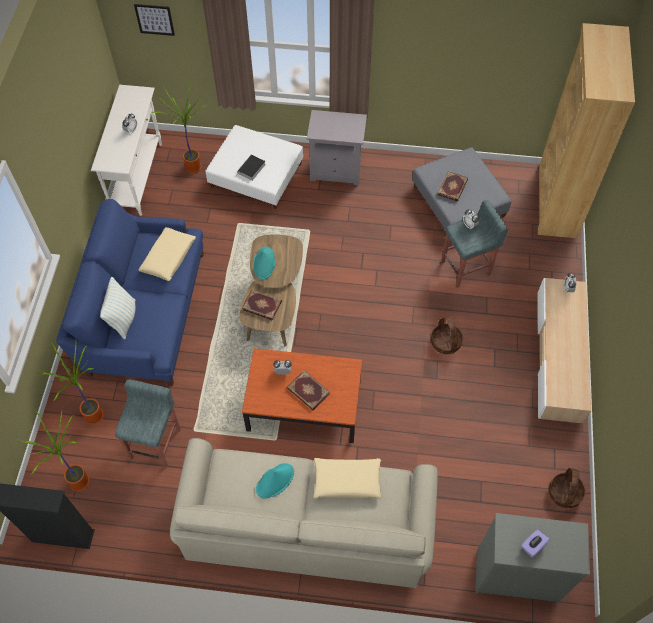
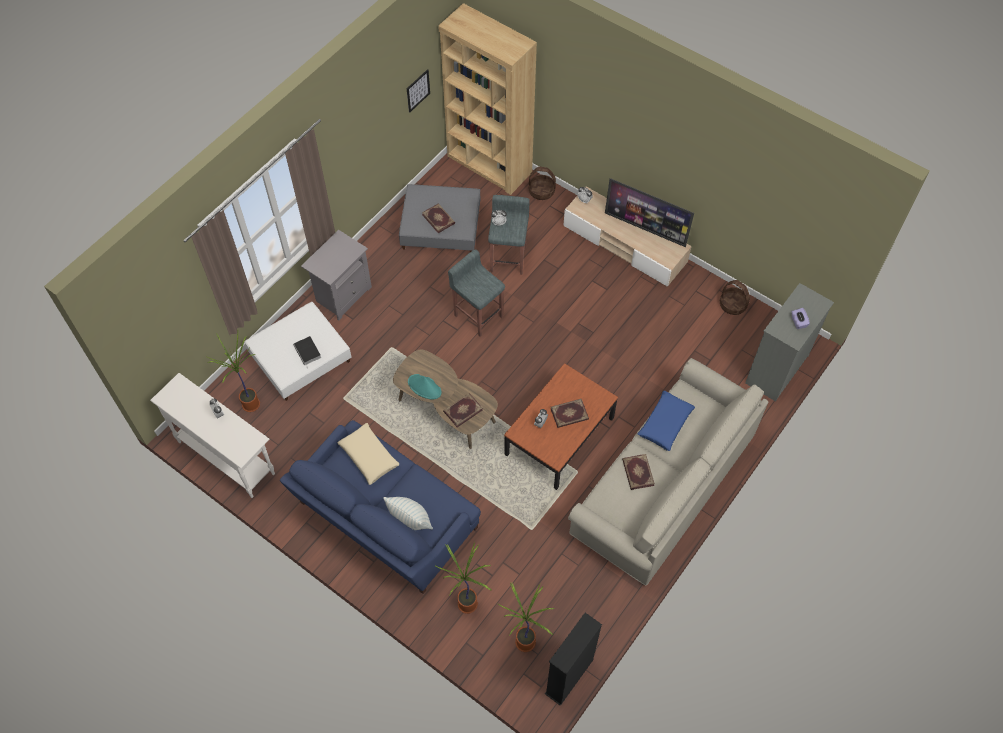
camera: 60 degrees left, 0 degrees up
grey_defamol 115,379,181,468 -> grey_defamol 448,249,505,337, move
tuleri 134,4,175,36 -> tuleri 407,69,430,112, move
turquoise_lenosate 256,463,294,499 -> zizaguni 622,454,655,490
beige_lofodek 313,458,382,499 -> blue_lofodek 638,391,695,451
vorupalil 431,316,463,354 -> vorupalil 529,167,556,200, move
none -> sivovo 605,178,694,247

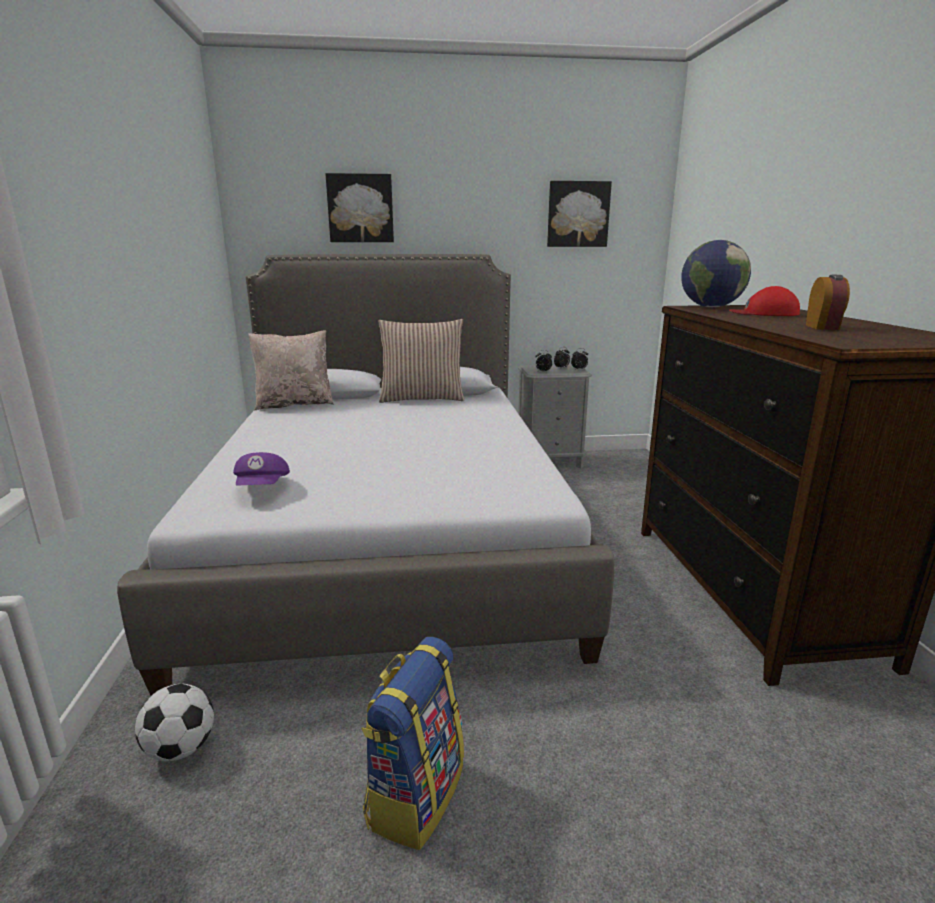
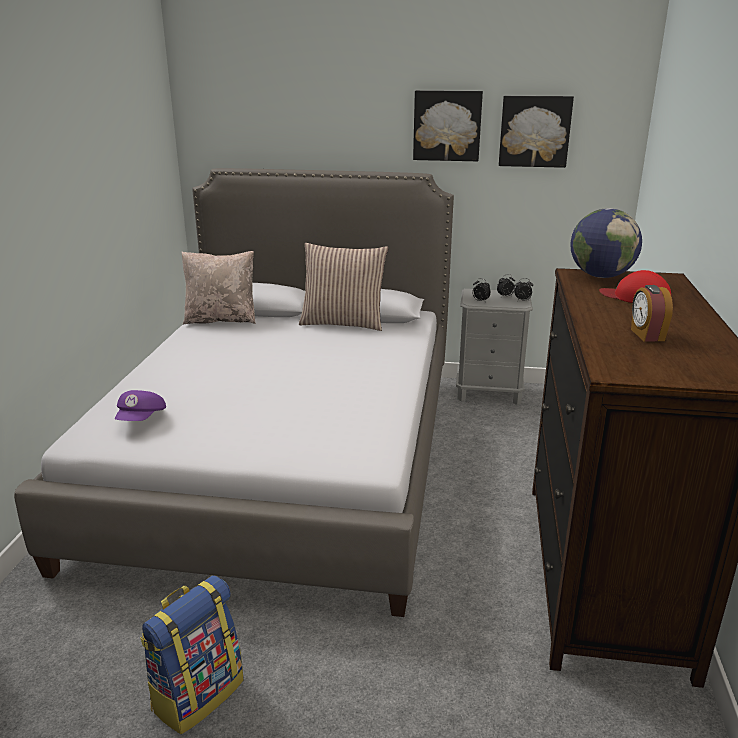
camera: 15 degrees right, 5 degrees up
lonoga 135,684,214,762 -> none
tuleri 326,173,394,242 -> tuleri 413,90,483,161, move
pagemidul 806,275,850,330 -> pagemidul 631,285,673,342, 150 degrees clockwise

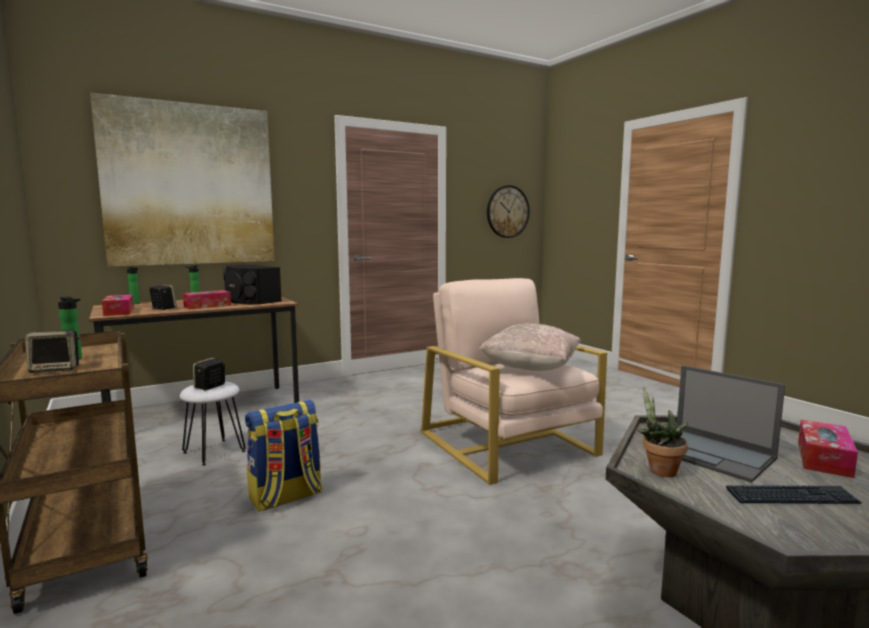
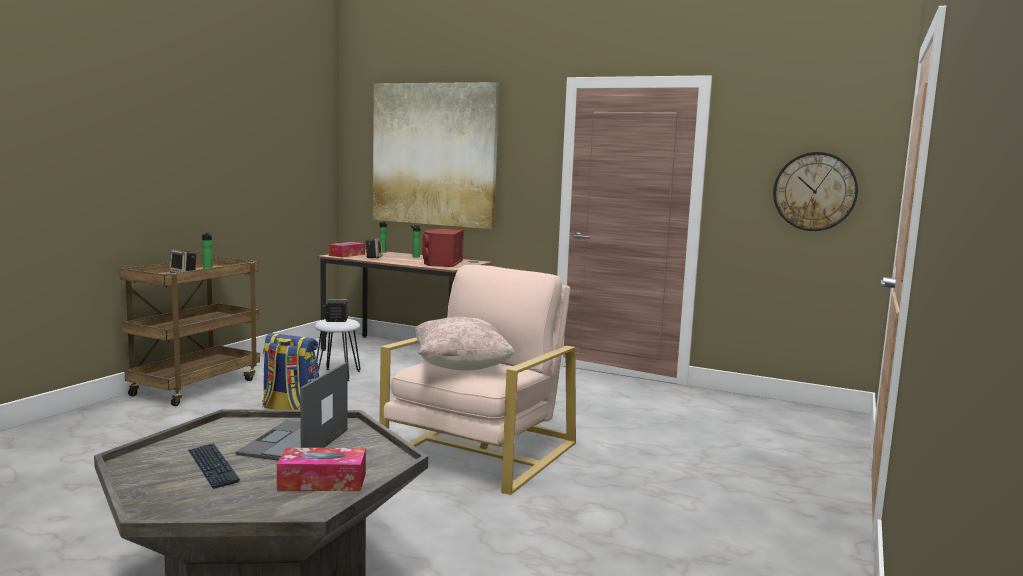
camera: 55 degrees right, 0 degrees up
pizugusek 183,290,231,309 -> none
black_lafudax 223,265,282,305 -> red_lafudax 422,229,464,267
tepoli 637,386,688,477 -> none

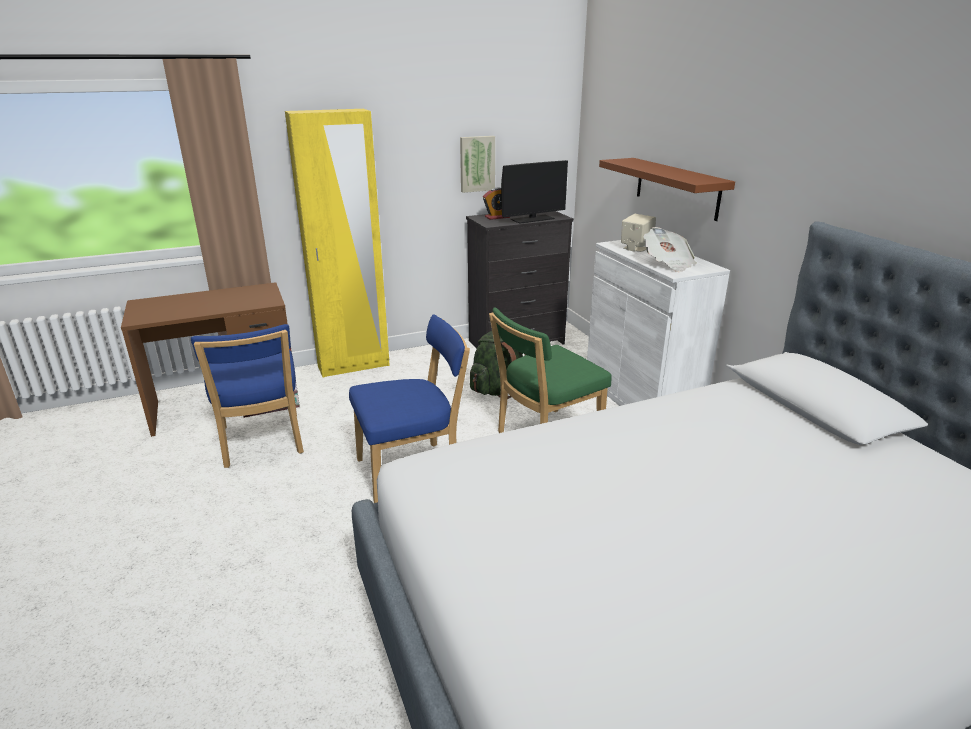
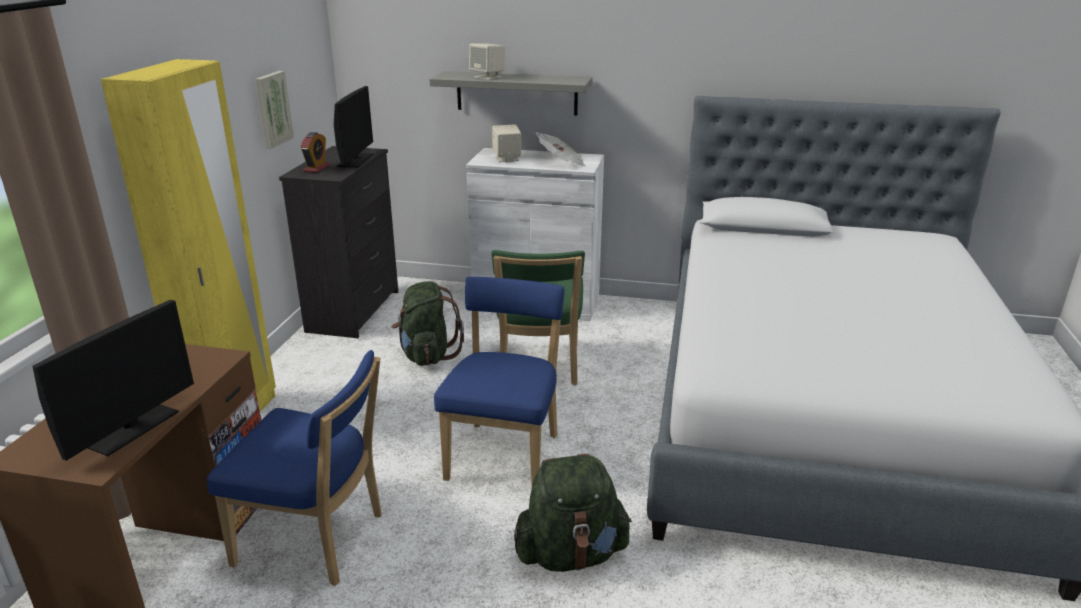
camera: 55 degrees left, 0 degrees up
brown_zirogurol 599,158,735,221 -> grey_zirogurol 429,71,593,115
none -> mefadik 33,300,194,461
none -> beige_lafudax 469,43,505,80
none -> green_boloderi 514,454,632,572

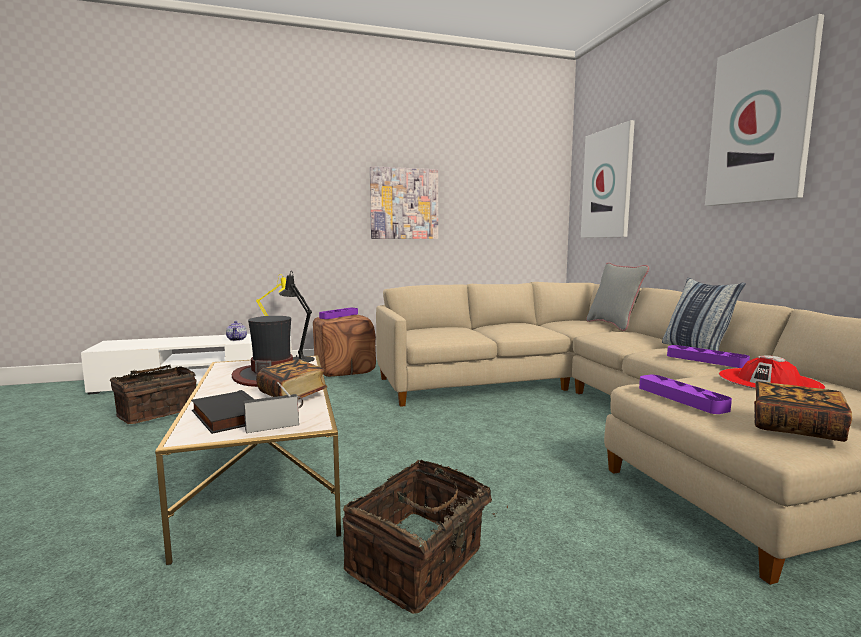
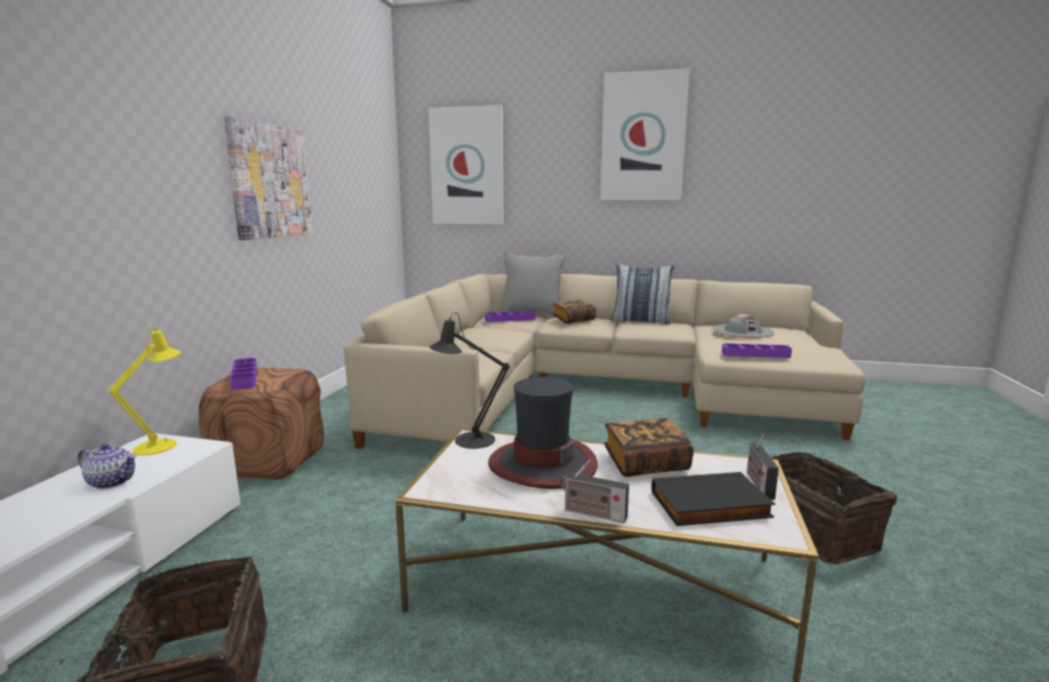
camera: 60 degrees left, 5 degrees up
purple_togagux 667,345,750,368 -> purple_togagux 485,311,536,322, move
red_lenosate 719,355,825,389 -> grey_lenosate 713,314,775,338
zizaguni 754,381,852,442 -> zizaguni 553,300,596,324, move
none -> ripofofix 560,460,629,523

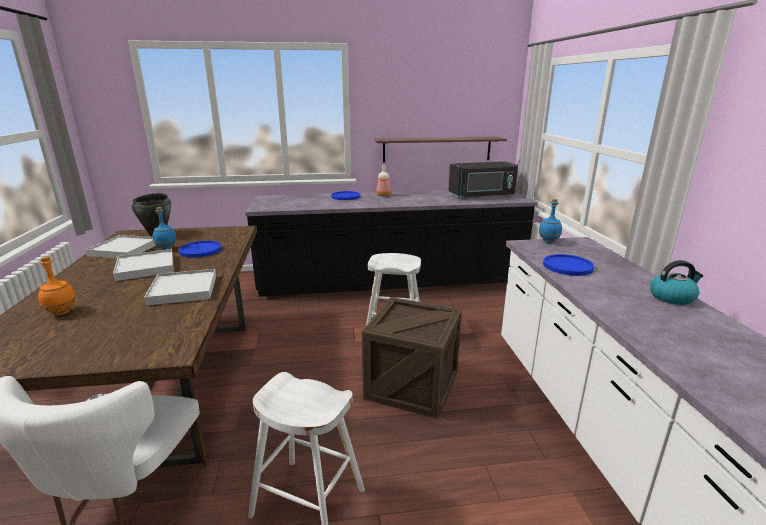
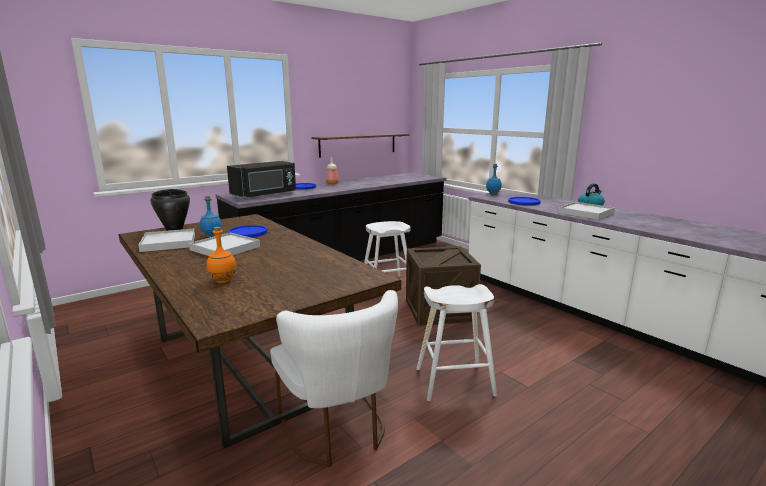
camera: 30 degrees left, 5 degrees down
white_togagux 144,269,216,306 -> white_togagux 558,202,615,220, move
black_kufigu 448,161,518,199 -> black_kufigu 227,161,296,199, move

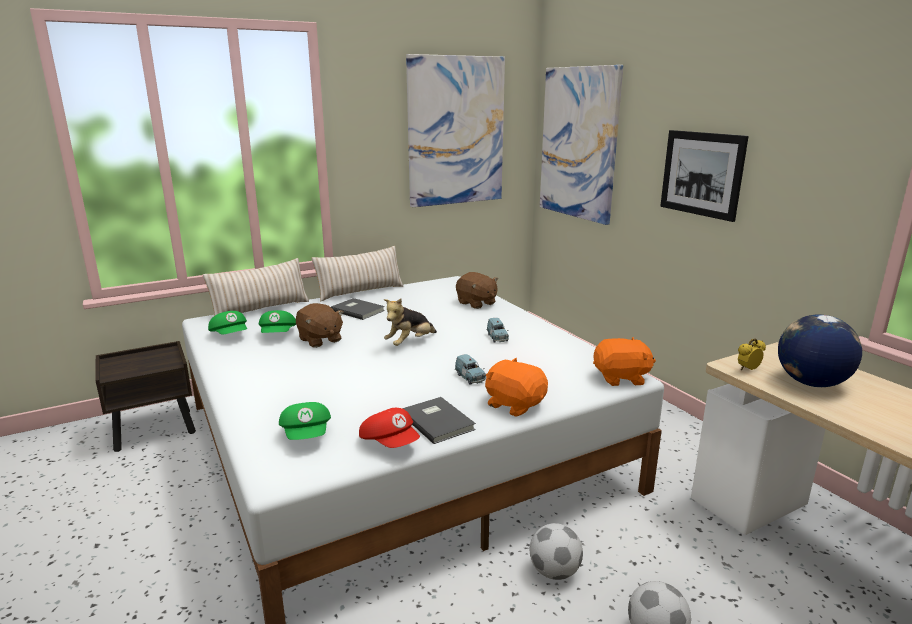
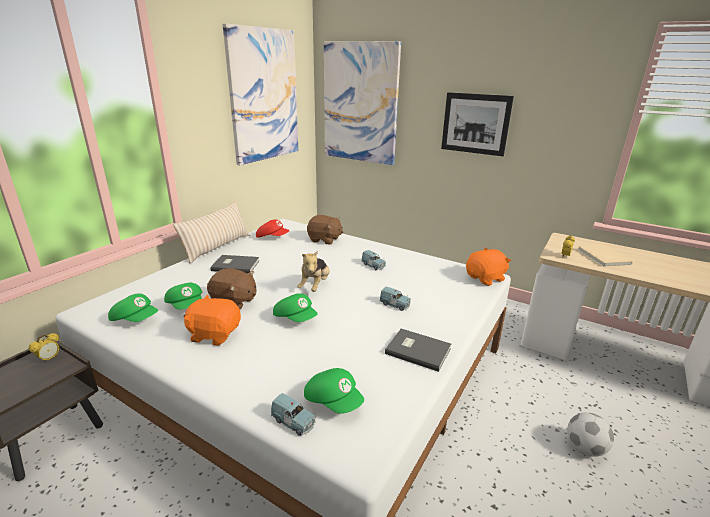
camera: 30 degrees left, 5 degrees up
beige_lofodek 202,258,309,316 -> none
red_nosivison 359,408,420,448 -> red_nosivison 256,220,290,238, move
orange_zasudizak 485,358,548,417 -> orange_zasudizak 184,295,241,346, move
lonoga 530,523,583,580 -> none
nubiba 778,314,862,387 -> beige_zizaguni 577,245,633,267
none -> pagemidul 28,333,59,363
none -> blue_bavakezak 271,393,316,436
none -> green_nosivison 273,293,318,322

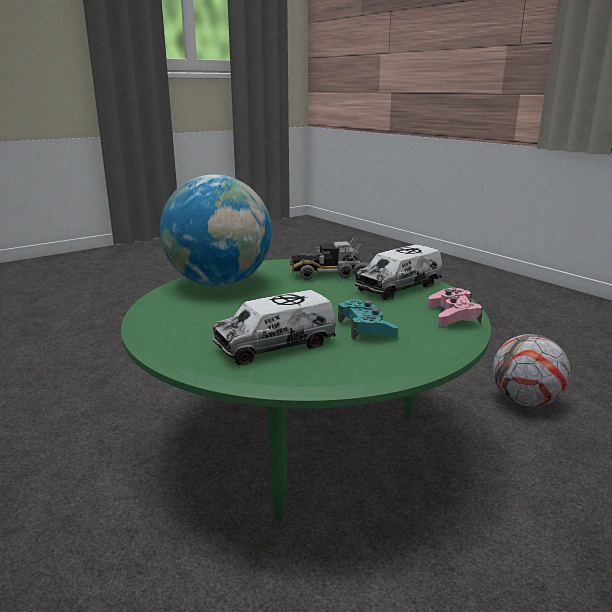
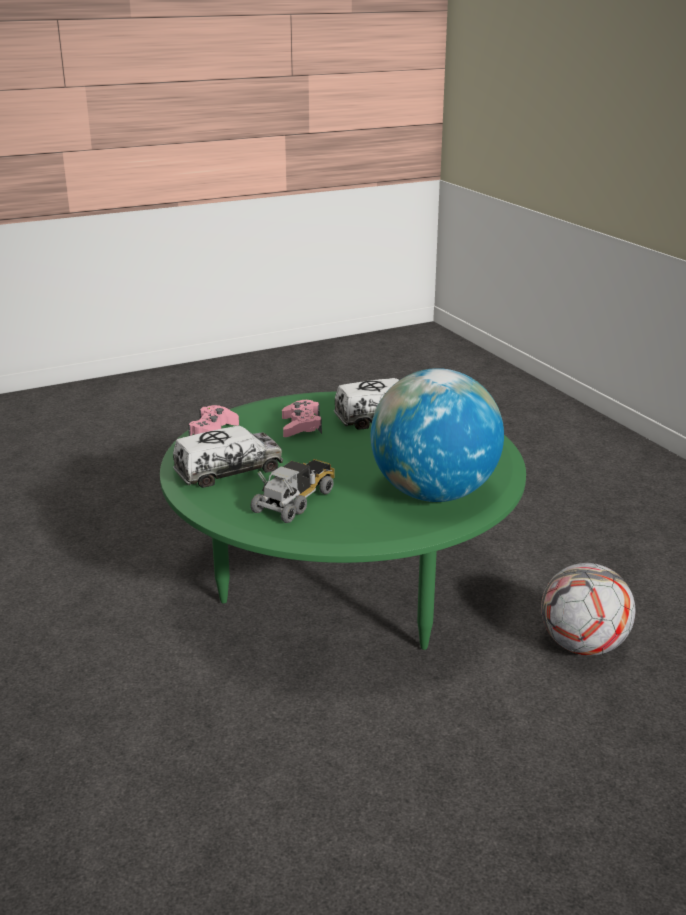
camera: 170 degrees left, 5 degrees up
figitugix 290,238,367,280 -> figitugix 250,459,334,523, 60 degrees counterclockwise
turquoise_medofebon 338,299,398,340 -> pink_medofebon 282,400,322,437
lonoga 493,334,570,407 -> lonoga 541,563,636,656, move

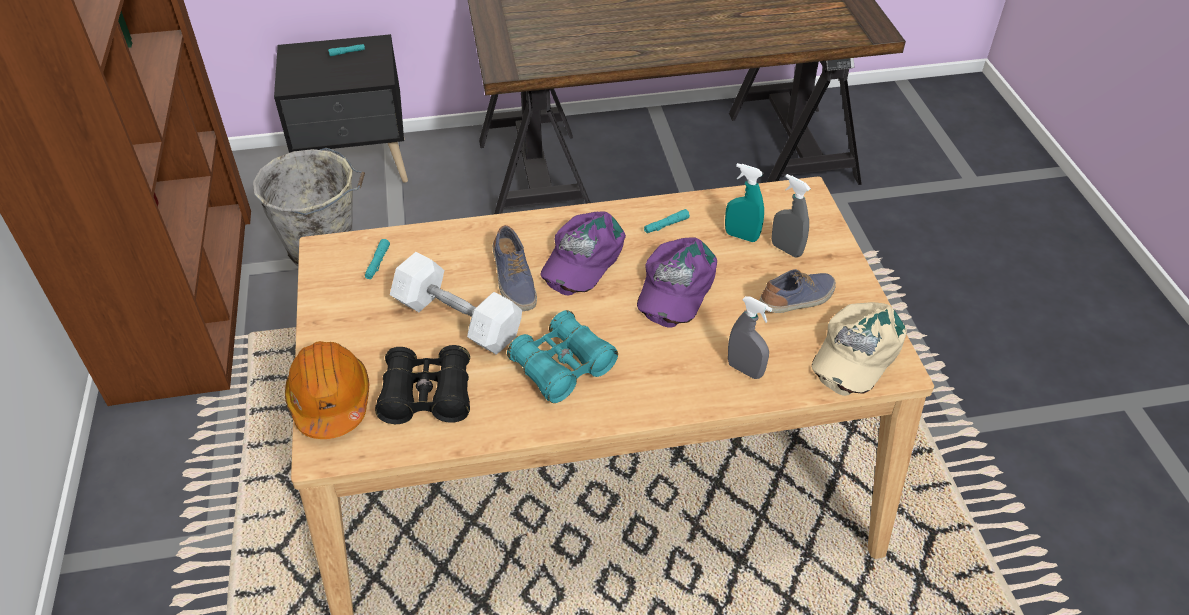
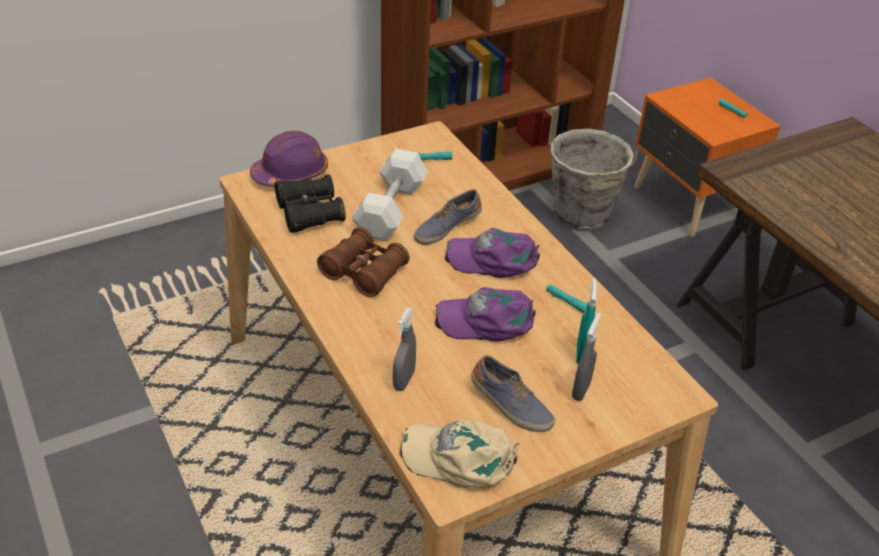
camera: 70 degrees right, 5 degrees down
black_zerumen 274,34,408,183 -> orange_zerumen 634,78,781,237
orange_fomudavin 285,341,369,439 -> purple_fomudavin 250,131,328,186
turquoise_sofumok 507,310,618,403 -> brown_sofumok 317,227,410,297

